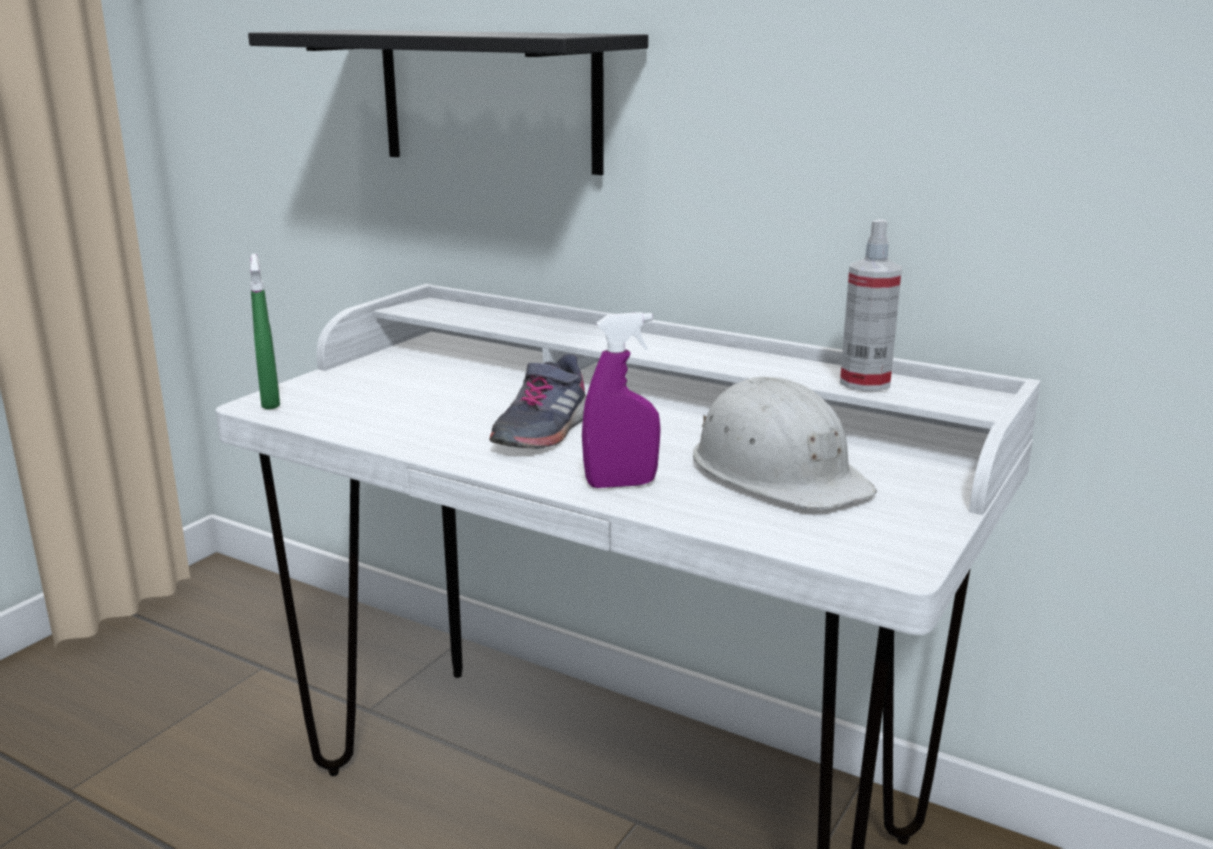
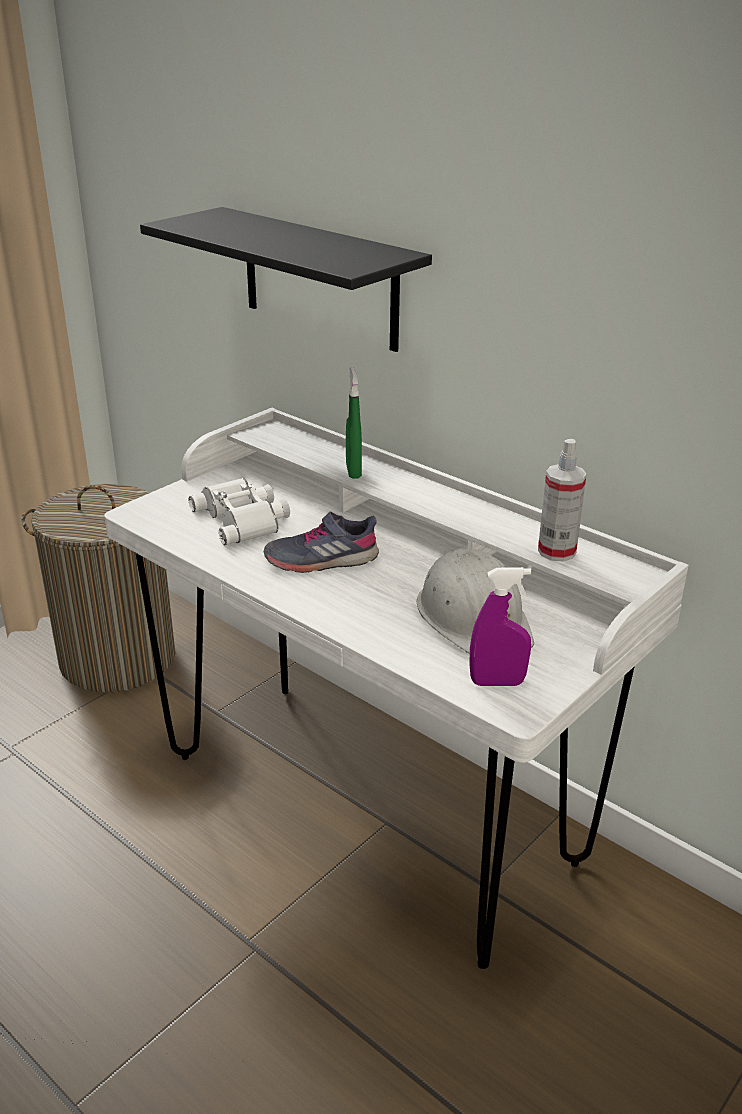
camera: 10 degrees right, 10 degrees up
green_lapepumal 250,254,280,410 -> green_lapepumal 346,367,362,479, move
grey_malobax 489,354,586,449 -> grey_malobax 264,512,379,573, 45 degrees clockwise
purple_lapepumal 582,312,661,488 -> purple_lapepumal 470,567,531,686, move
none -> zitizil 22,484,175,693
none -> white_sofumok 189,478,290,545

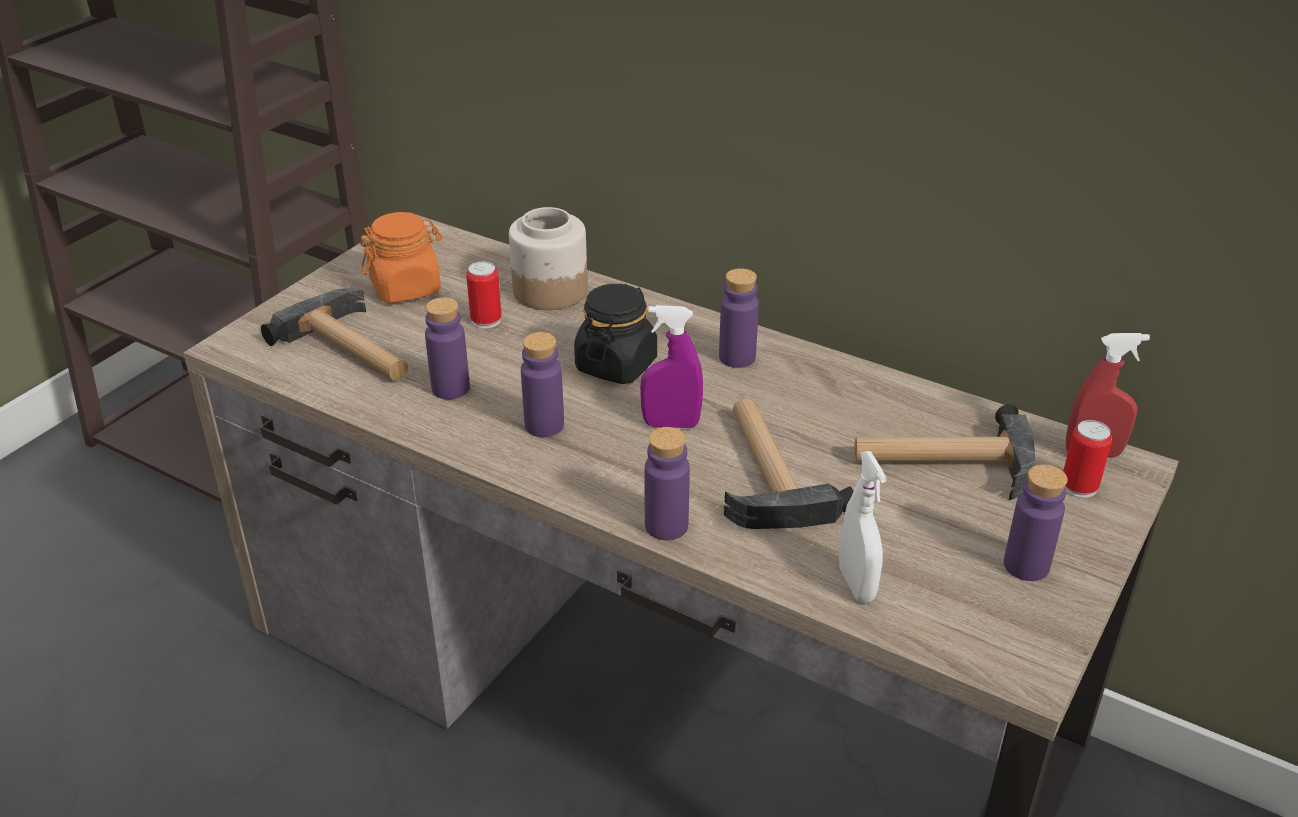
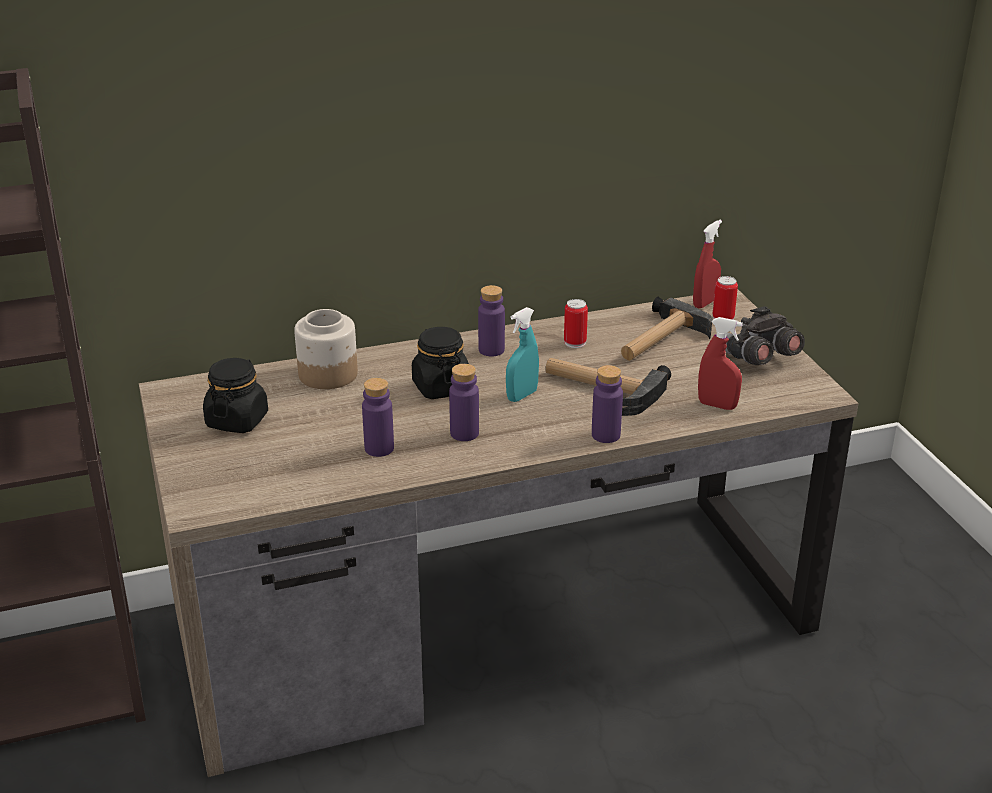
camera: 50 degrees left, 5 degrees down
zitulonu 261,288,408,381 -> none
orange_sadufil 360,212,443,303 -> black_sadufil 203,358,268,433
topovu 466,262,502,329 -> topovu 564,299,588,348, move
purple_lapepumal 640,305,703,428 -> turquoise_lapepumal 506,307,539,402
white_lapepumal 839,451,887,603 -> red_lapepumal 698,317,743,410
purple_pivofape 1004,465,1068,581 -> grey_sofumok 725,306,805,365

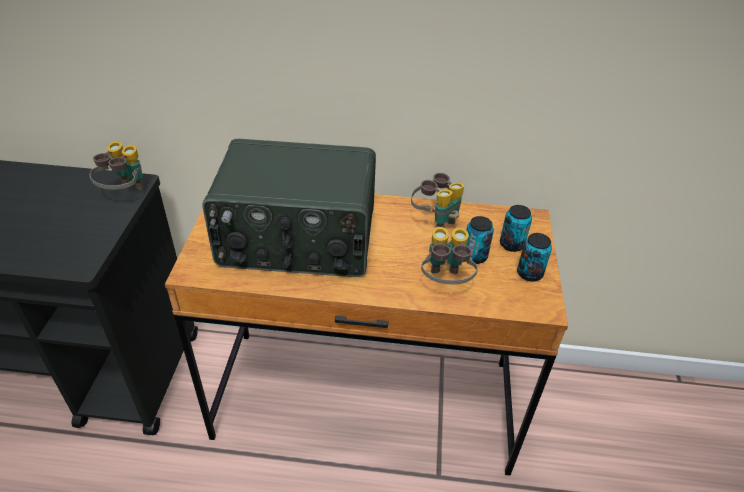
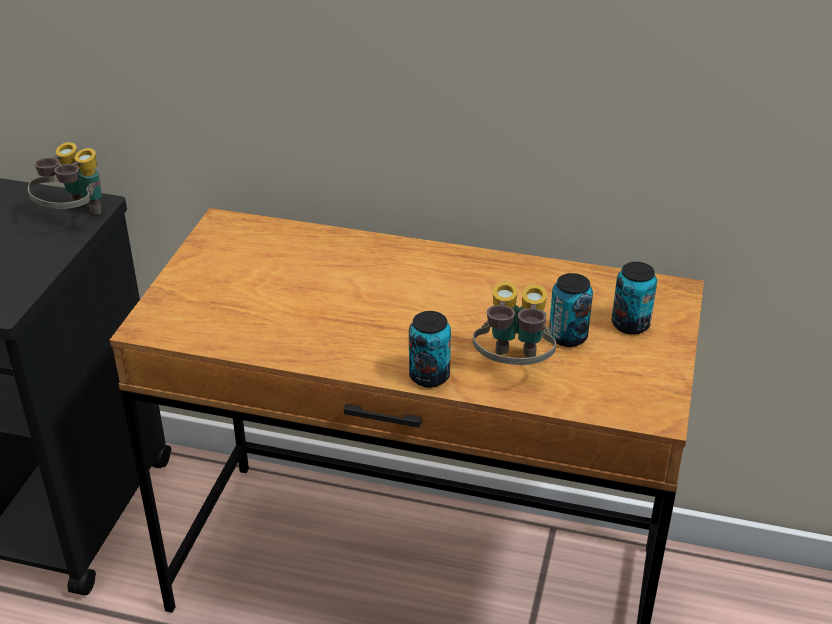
camera: 10 degrees right, 5 degrees down
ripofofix 202,139,376,277 -> none
sofumok 411,173,464,227 -> none
topovu 517,233,552,282 -> topovu 409,311,451,387, move

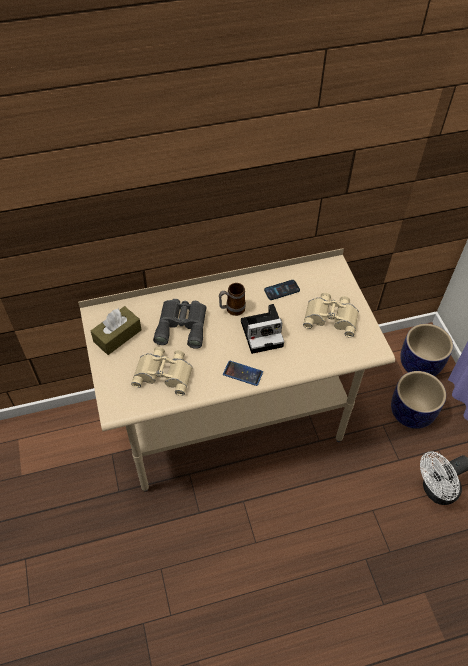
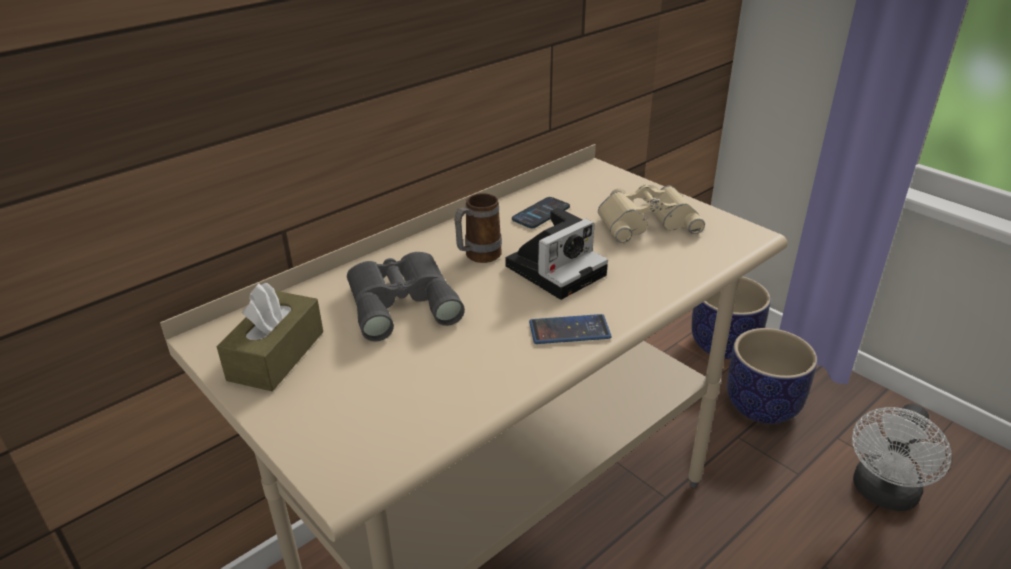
camera: 25 degrees left, 20 degrees down
beige_sofumok 131,347,193,396 -> none

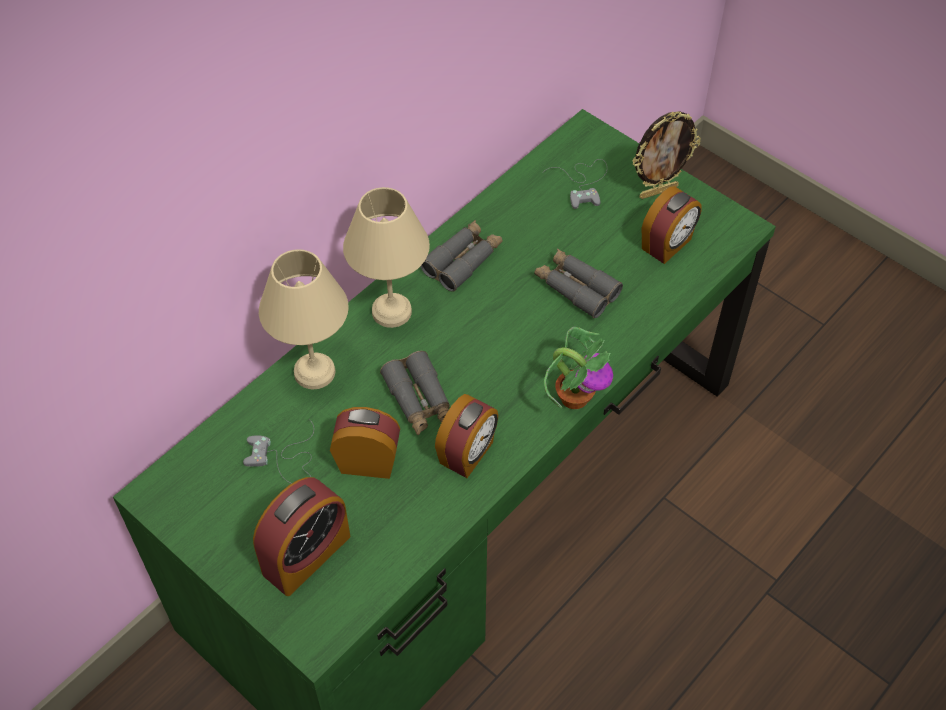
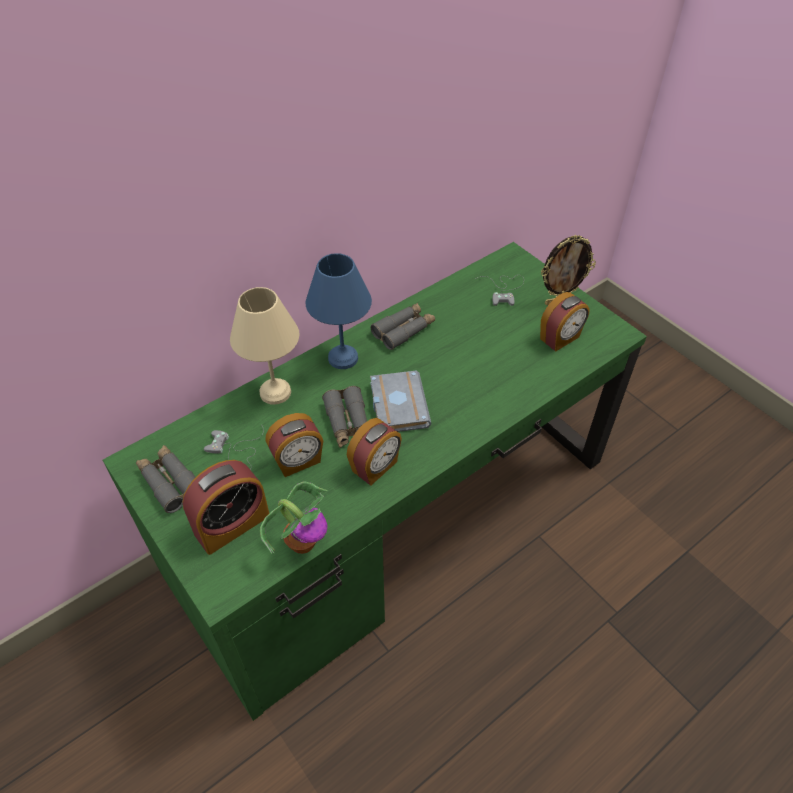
camera: 10 degrees right, 5 degrees down
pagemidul 330,407,400,479 -> pagemidul 265,413,324,477, 135 degrees clockwise
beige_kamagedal 343,187,430,328 -> blue_kamagedal 306,253,372,369
grey_sofumok 534,248,623,318 -> grey_sofumok 136,445,195,513, move
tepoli 544,327,613,409 -> tepoli 260,481,328,554, move
none -> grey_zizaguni 370,370,431,432

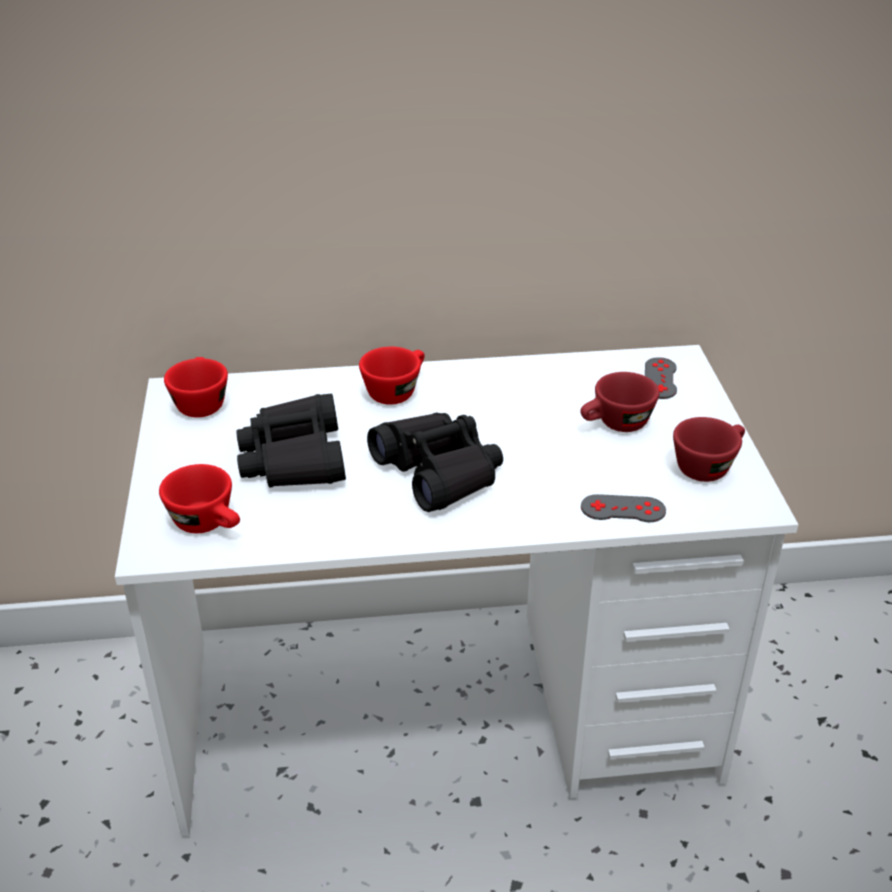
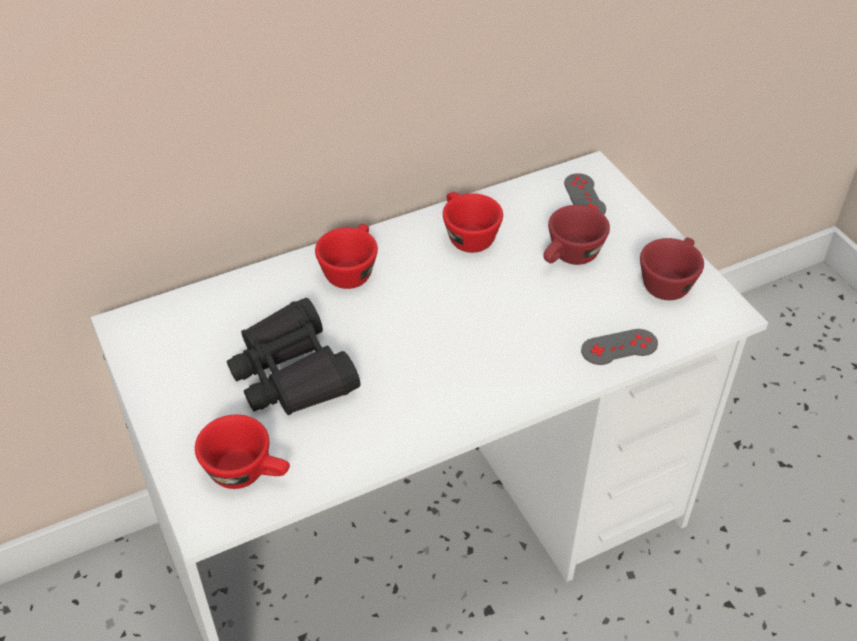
camera: 20 degrees left, 10 degrees up
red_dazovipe 164,357,228,418 -> red_dazovipe 443,192,503,253, move
black_sofumok 367,412,503,512 -> none

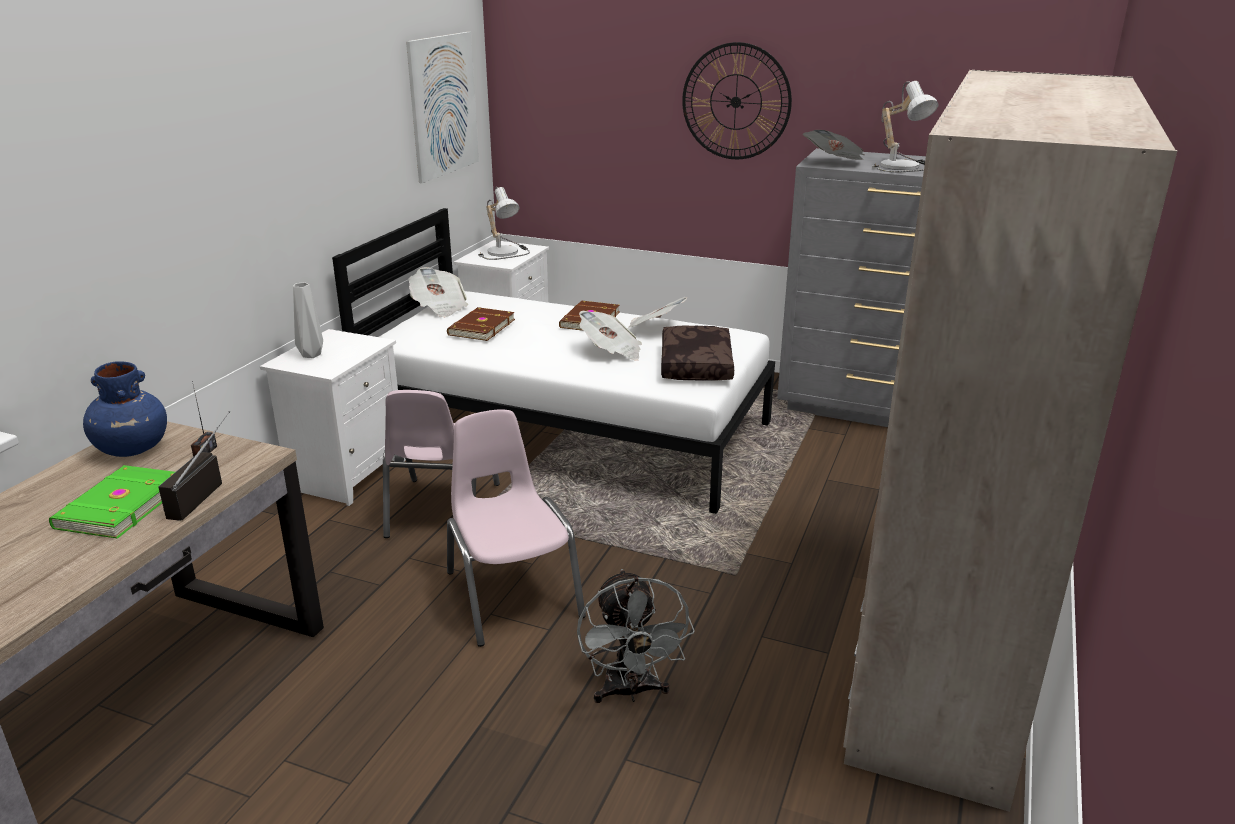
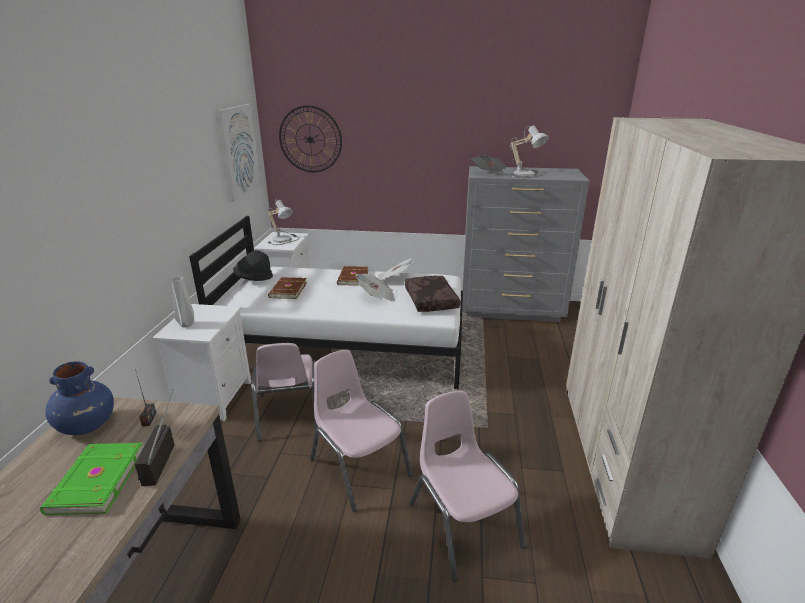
camera: 15 degrees left, 0 degrees up
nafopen 408,267,468,317 -> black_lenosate 233,250,273,281
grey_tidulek 577,569,695,703 -> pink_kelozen 410,391,525,581
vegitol 682,42,792,159 -> vegitol 279,105,342,172, move

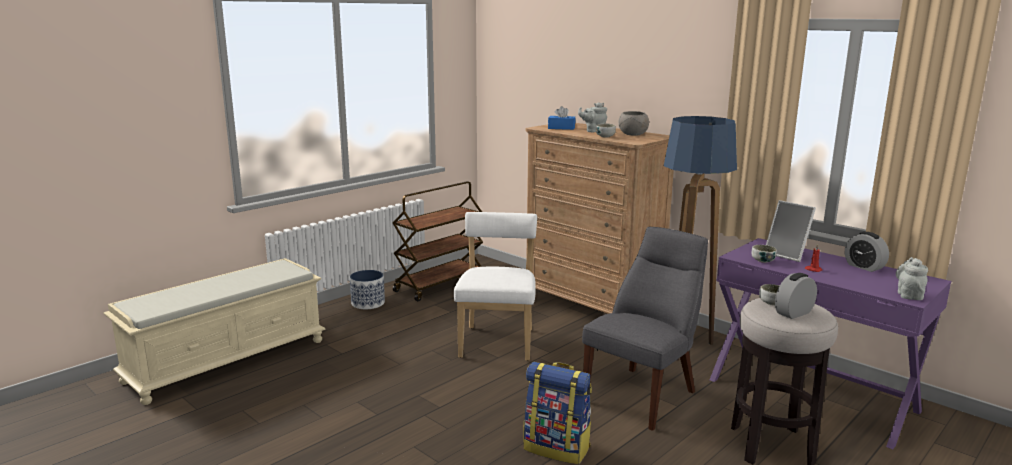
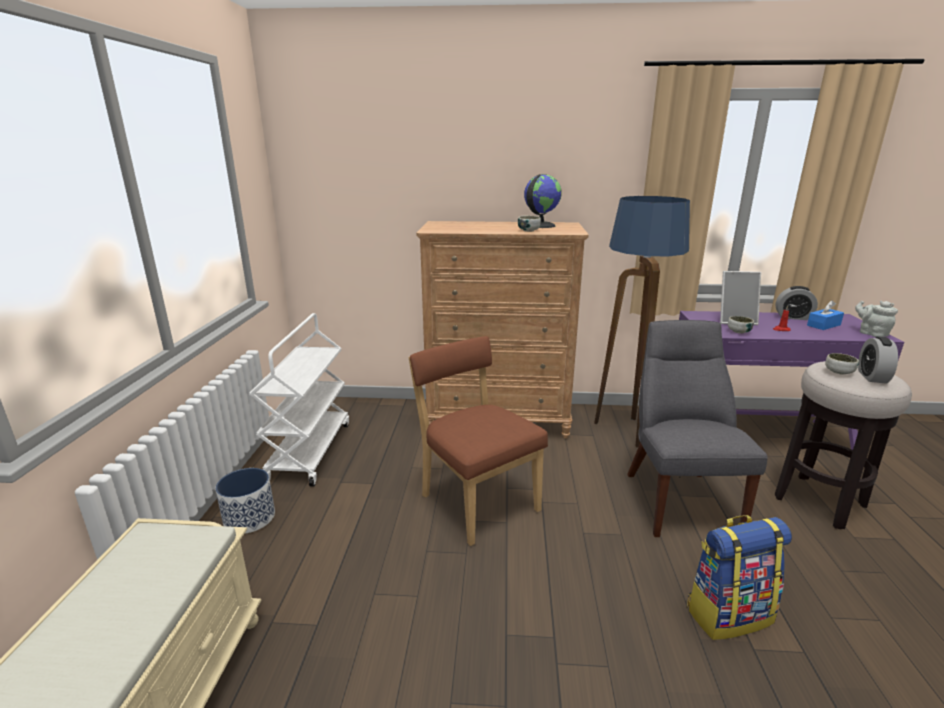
camera: 40 degrees left, 5 degrees up
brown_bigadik 393,181,483,301 -> white_bigadik 249,313,349,487
white_kelozen 454,212,537,361 -> brown_kelozen 409,336,548,546
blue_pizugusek 548,106,575,130 -> blue_pizugusek 807,300,844,330, move
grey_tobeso 578,102,607,132 -> none
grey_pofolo 618,111,649,136 -> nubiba 524,174,562,228

